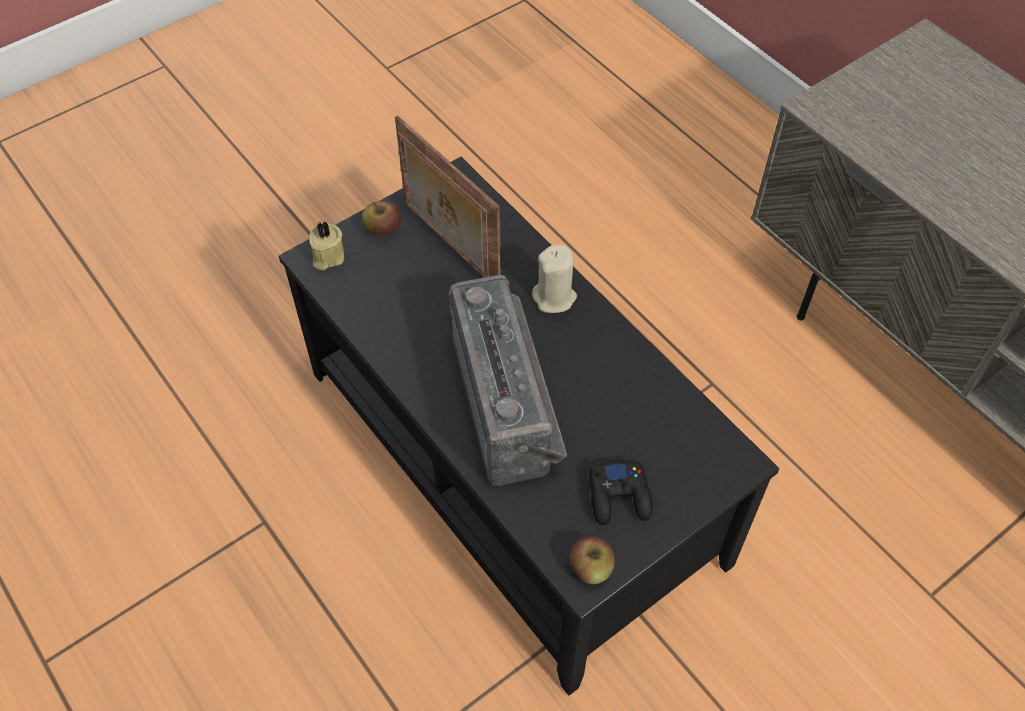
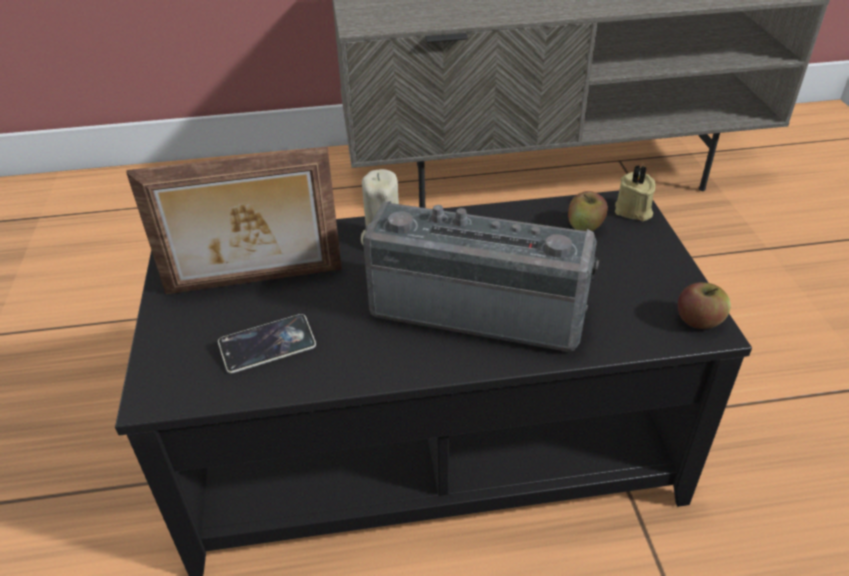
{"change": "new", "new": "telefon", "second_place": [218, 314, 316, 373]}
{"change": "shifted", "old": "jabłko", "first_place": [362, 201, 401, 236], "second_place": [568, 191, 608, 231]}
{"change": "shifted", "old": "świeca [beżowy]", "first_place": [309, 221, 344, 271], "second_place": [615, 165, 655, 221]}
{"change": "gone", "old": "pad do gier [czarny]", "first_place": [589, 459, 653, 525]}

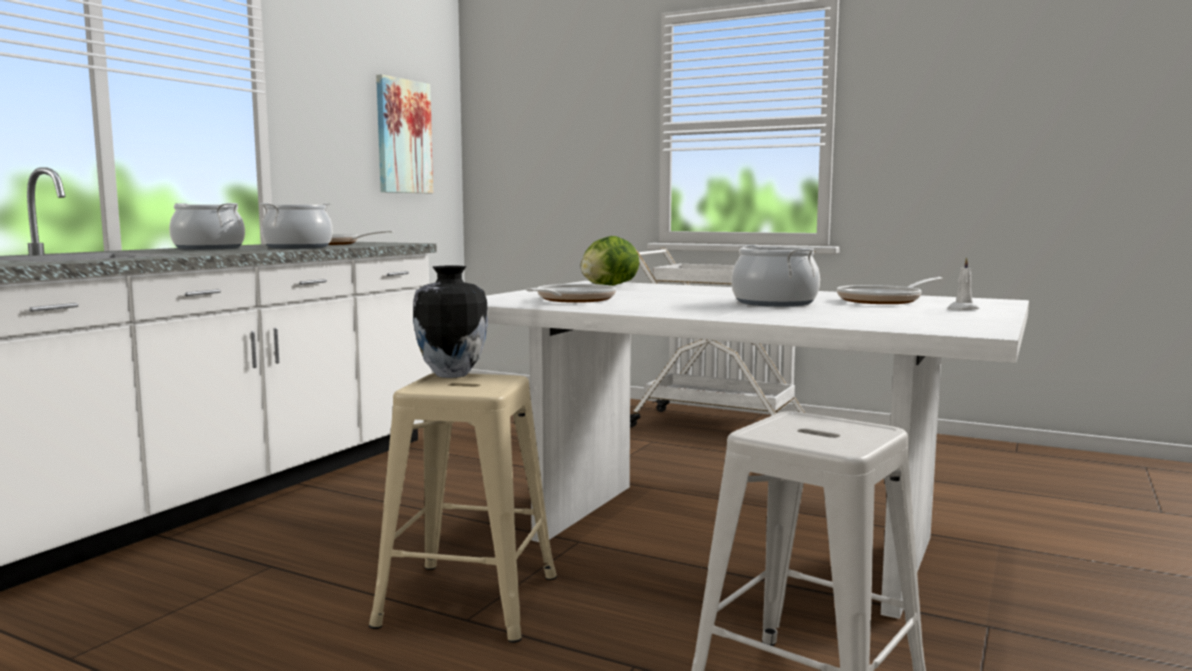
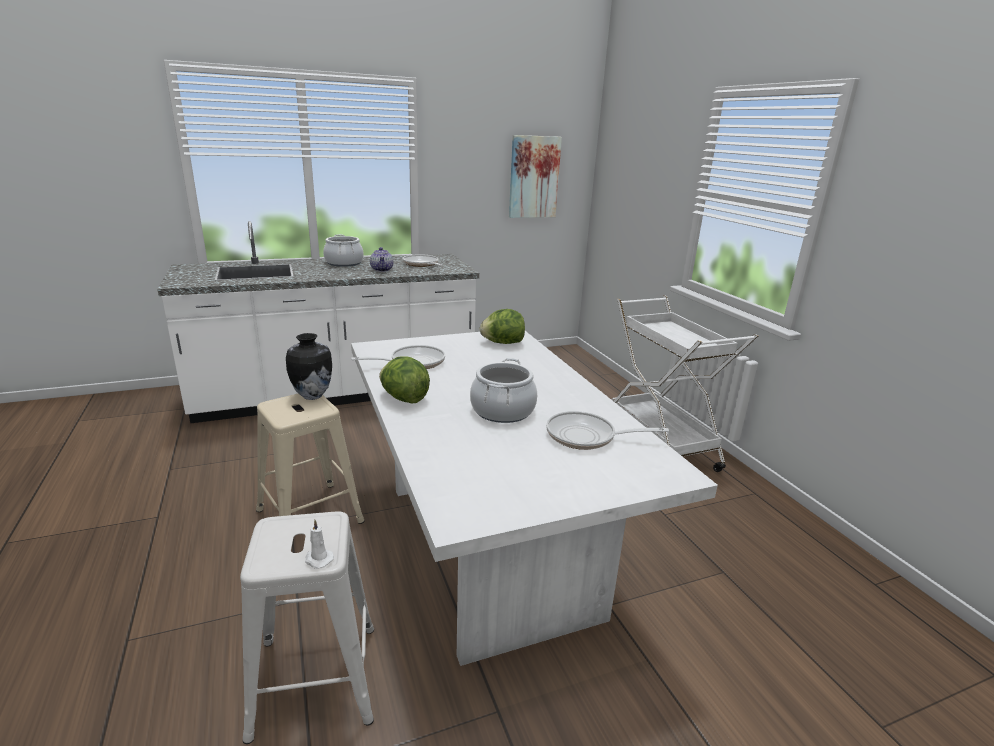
{"change": "shifted", "old": "świeca [biały]", "first_place": [947, 257, 979, 310], "second_place": [305, 520, 334, 568]}
{"change": "swapped", "old": "garnek", "new": "imbryk", "first_place": [260, 203, 333, 249], "second_place": [370, 247, 393, 272]}
{"change": "new", "new": "sałata", "second_place": [379, 357, 430, 404]}

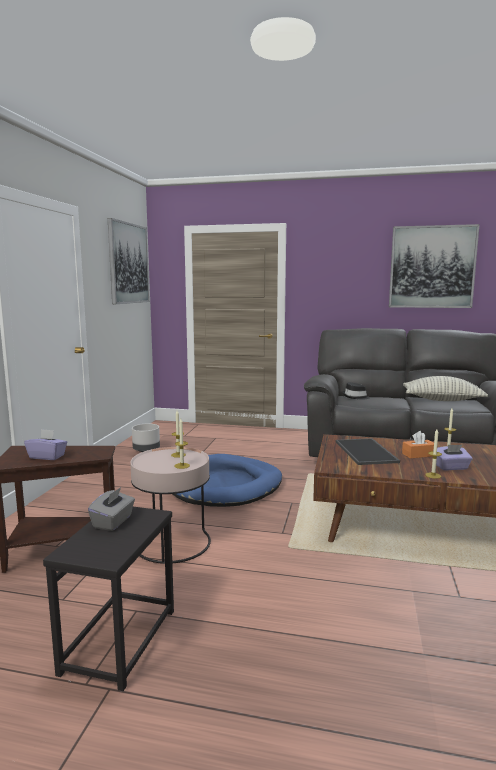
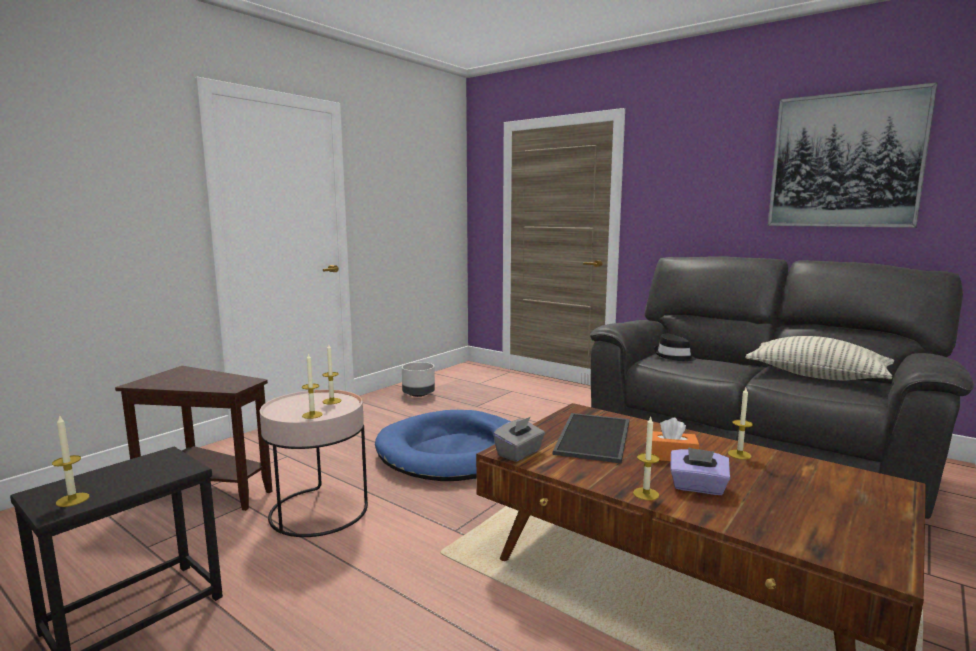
{"change": "new", "new": "świeca", "second_place": [52, 415, 89, 507]}
{"change": "shifted", "old": "pudełko chusteczek [szary]", "first_place": [88, 487, 135, 531], "second_place": [493, 417, 545, 462]}
{"change": "gone", "old": "pudełko chusteczek [fioletowy]", "first_place": [24, 429, 67, 460]}
{"change": "gone", "old": "obraz", "first_place": [108, 218, 150, 304]}

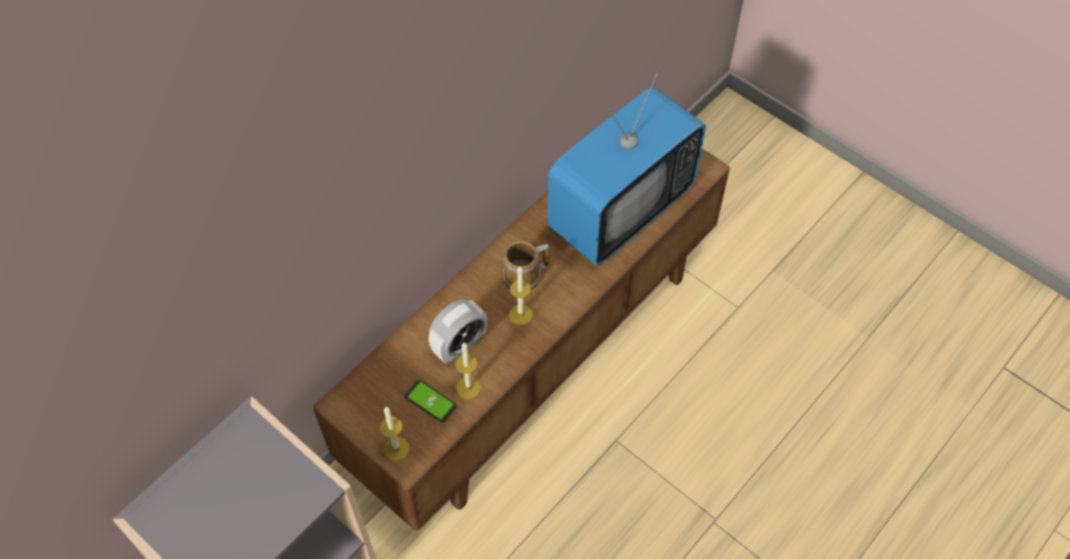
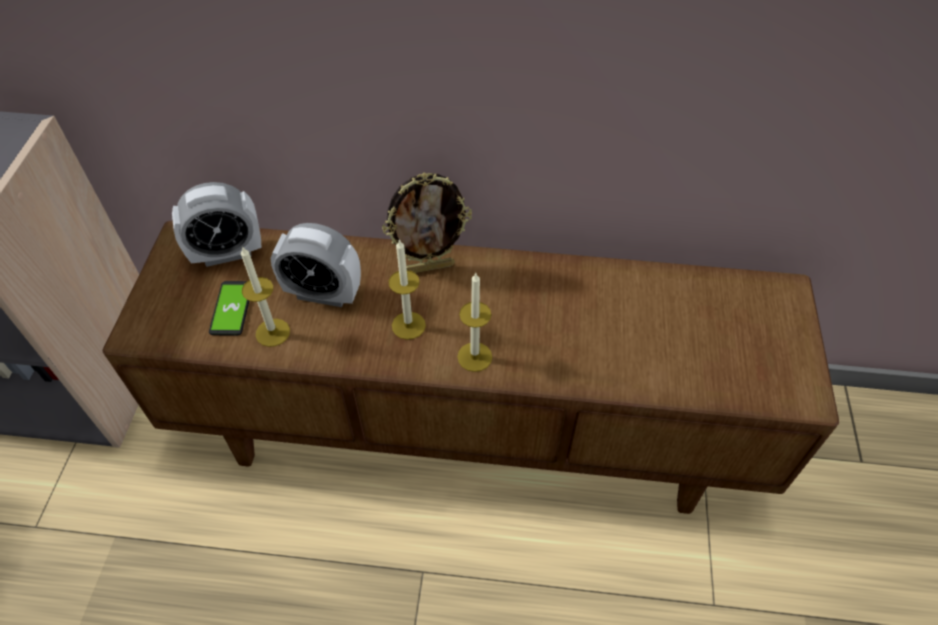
{"change": "new", "new": "budzik", "second_place": [172, 182, 262, 267]}
{"change": "new", "new": "ramka na zdjęcie", "second_place": [382, 172, 472, 273]}
{"change": "shifted", "old": "świeca", "first_place": [380, 407, 409, 461], "second_place": [457, 273, 492, 372]}
{"change": "gone", "old": "kubek", "first_place": [503, 241, 550, 290]}
{"change": "gone", "old": "telewizor", "first_place": [547, 70, 706, 266]}

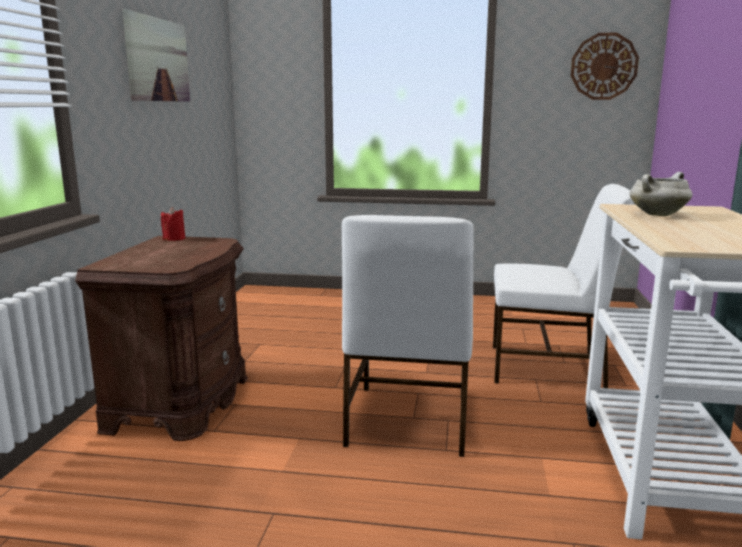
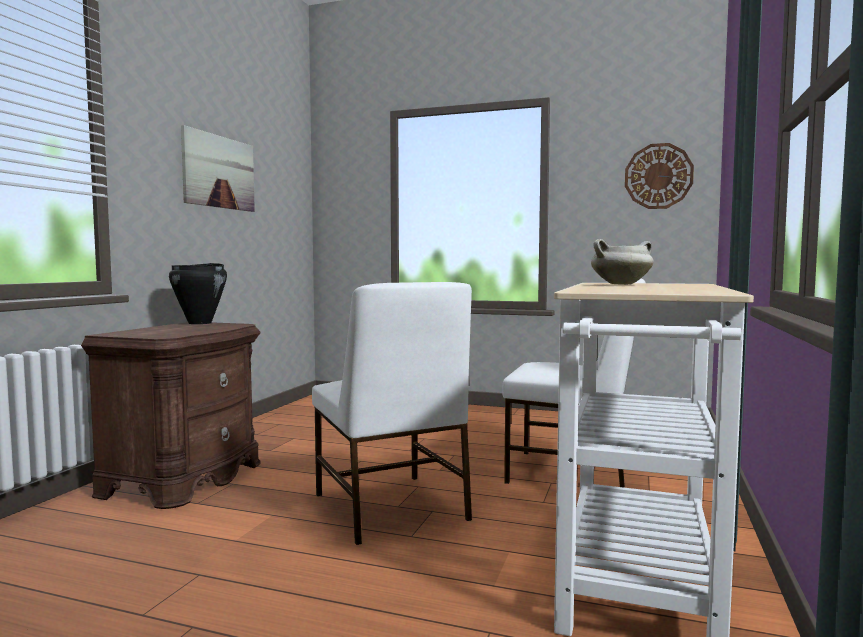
{"change": "swapped", "old": "świeca [czerwony]", "new": "garnek [czarny]", "first_place": [161, 207, 185, 241], "second_place": [169, 263, 227, 324]}
{"change": "rotated", "old": "krzesło [biały]", "first_place": [342, 215, 474, 457], "second_place": [312, 282, 472, 545], "degrees": -45}

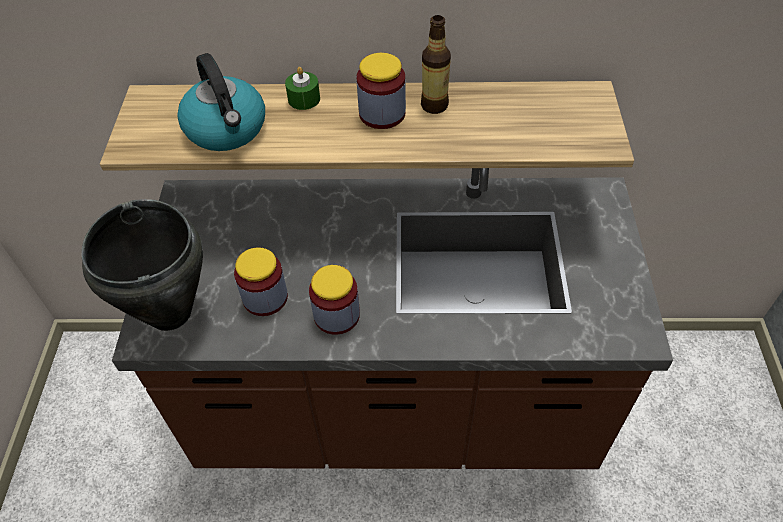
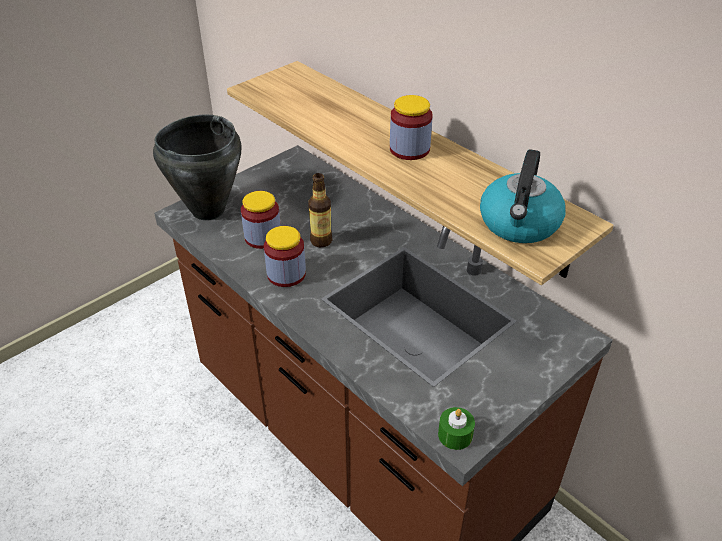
{"change": "shifted", "old": "butelka", "first_place": [421, 15, 451, 114], "second_place": [308, 173, 332, 247]}
{"change": "shifted", "old": "świeca [zielony]", "first_place": [285, 67, 320, 110], "second_place": [438, 407, 475, 450]}
{"change": "shifted", "old": "czajnik", "first_place": [177, 53, 265, 151], "second_place": [480, 149, 566, 243]}

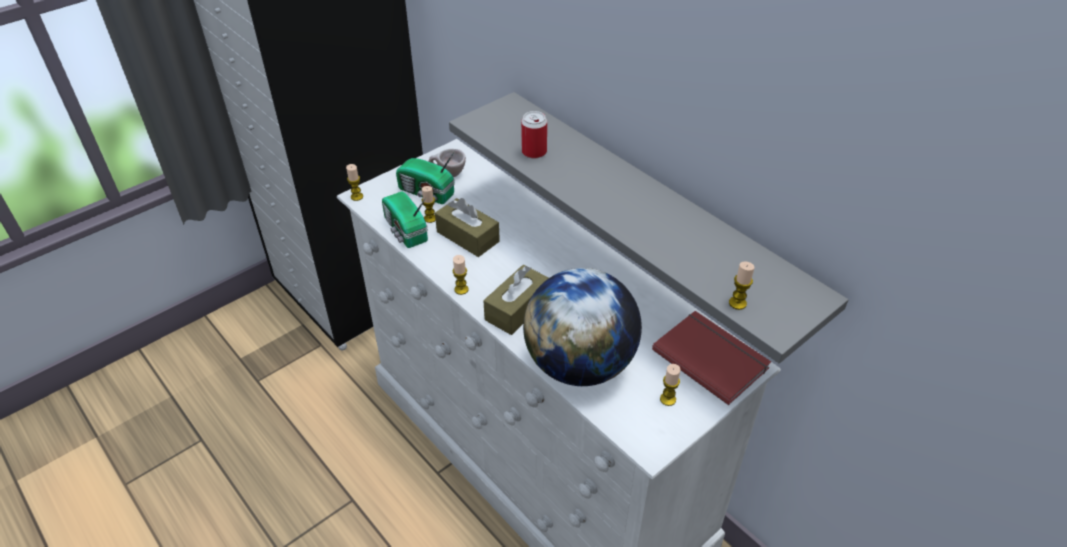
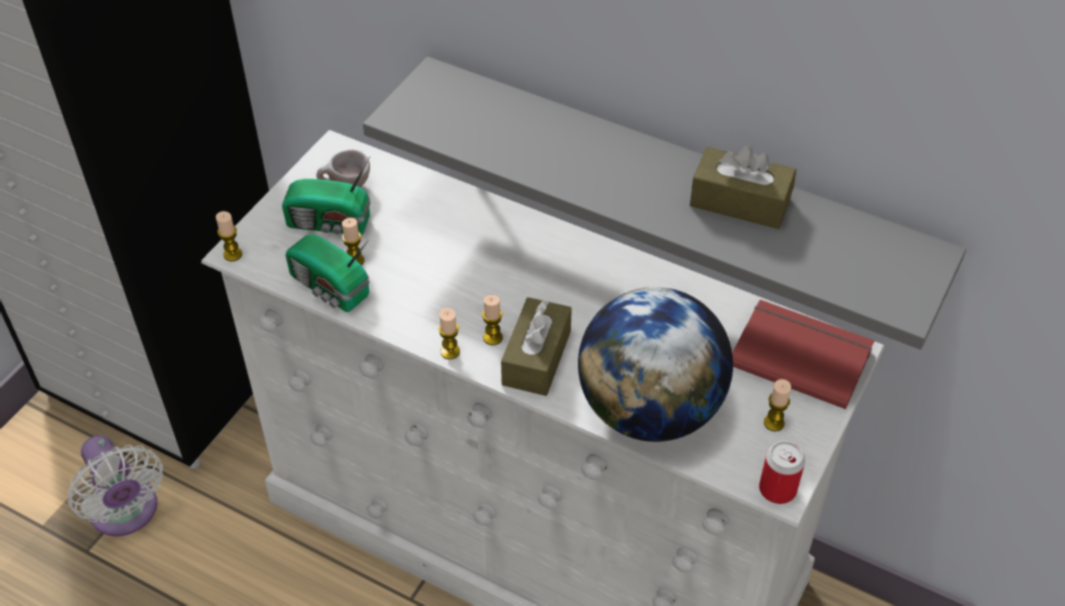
{"change": "new", "new": "wentylator [biały]", "second_place": [68, 435, 163, 536]}
{"change": "shifted", "old": "świeca", "first_place": [729, 261, 755, 310], "second_place": [482, 295, 503, 345]}
{"change": "shifted", "old": "pudełko chusteczek [brązowy]", "first_place": [435, 198, 500, 257], "second_place": [690, 145, 796, 229]}
{"change": "shifted", "old": "puszka", "first_place": [521, 111, 547, 158], "second_place": [759, 441, 805, 504]}

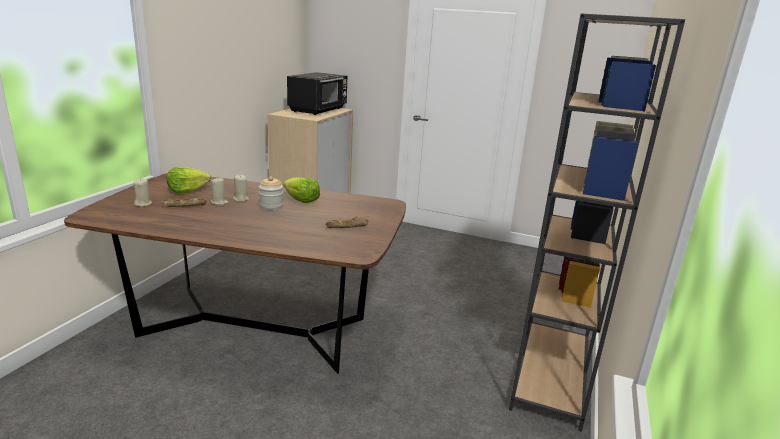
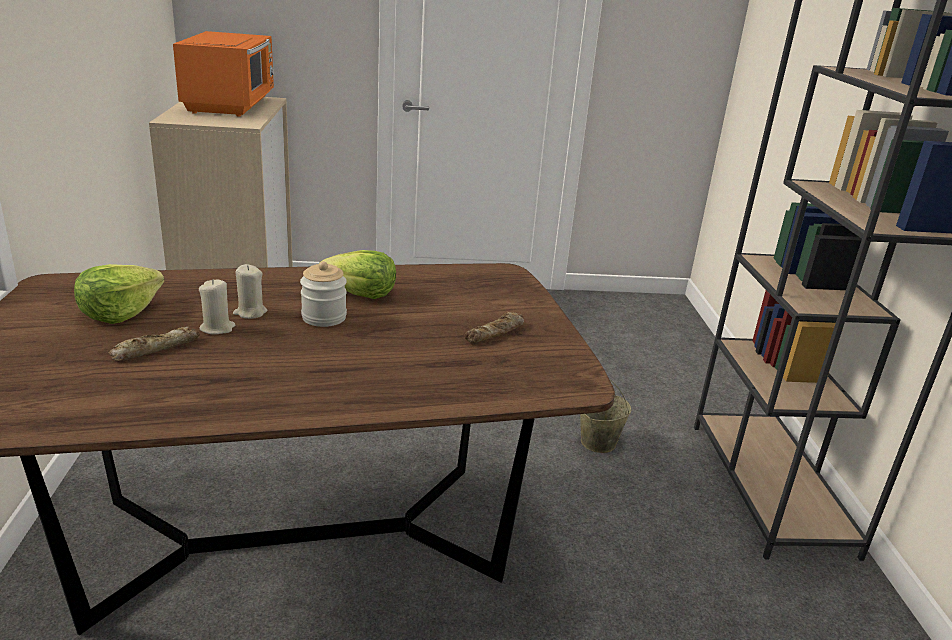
{"change": "repainted", "old": "mikrofalówka [czarny]", "new": "mikrofalówka [pomarańczowy]", "first_place": [287, 72, 347, 115], "second_place": [173, 31, 274, 117]}
{"change": "new", "new": "wiadro [beżowy]", "second_place": [580, 379, 632, 453]}
{"change": "gone", "old": "świeca [beżowy]", "first_place": [134, 178, 152, 207]}

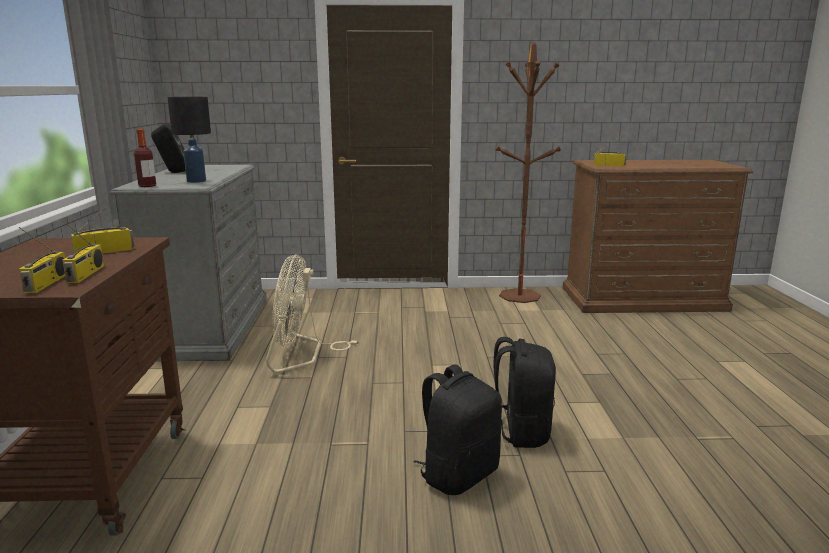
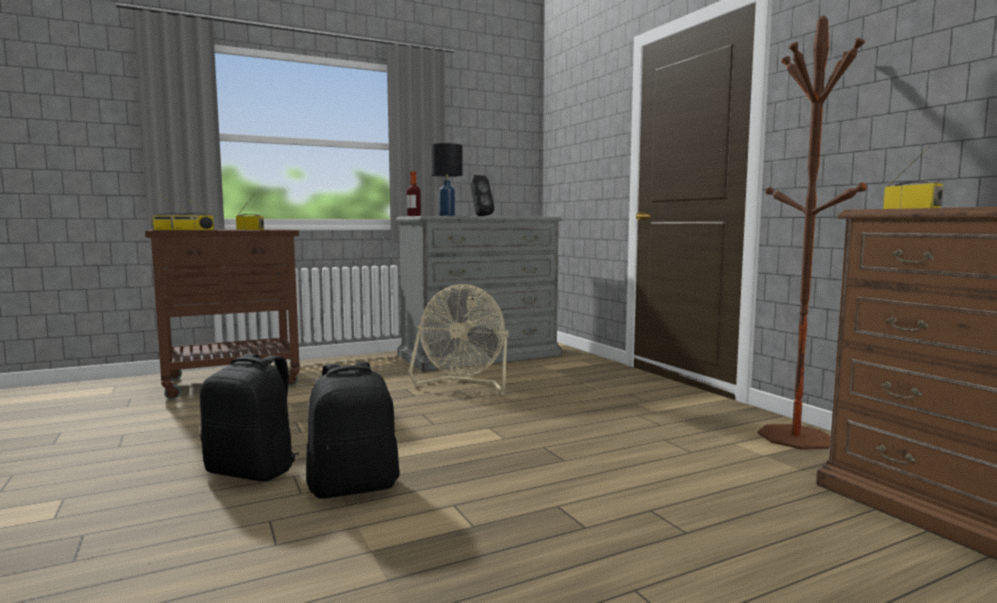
{"change": "rotated", "old": "wentylator [beżowy]", "first_place": [266, 254, 359, 376], "second_place": [409, 284, 509, 395], "degrees": -135}

